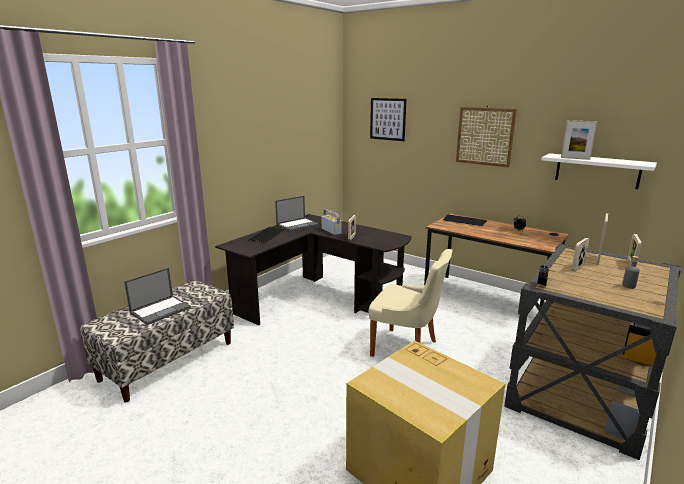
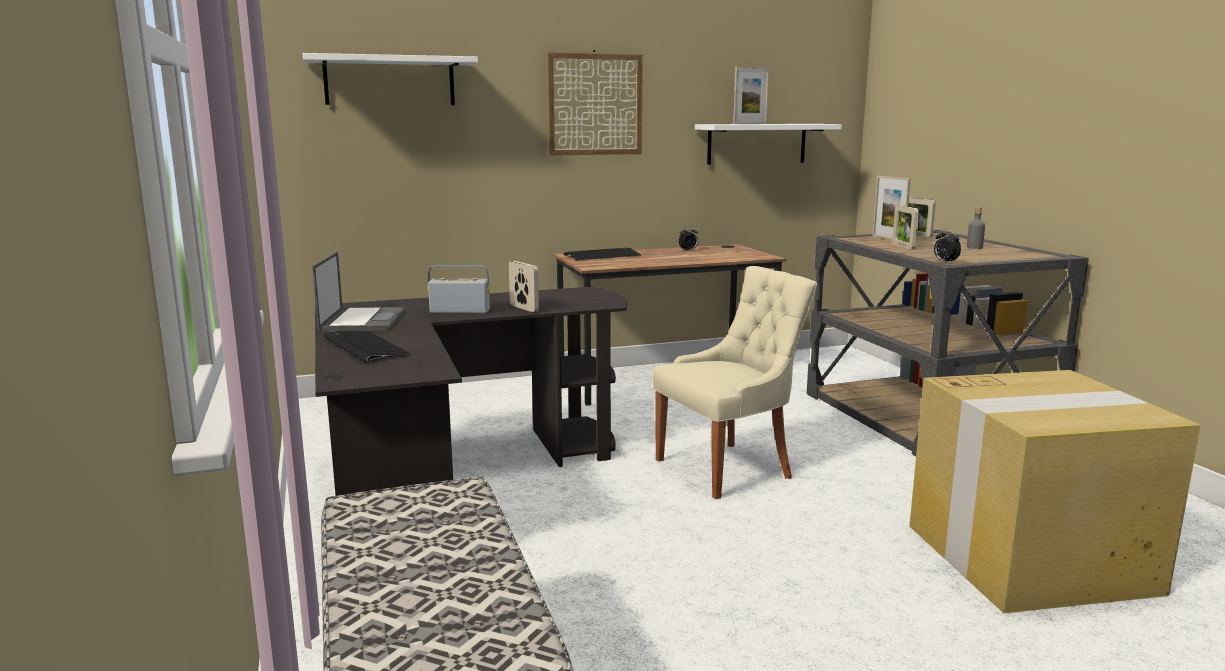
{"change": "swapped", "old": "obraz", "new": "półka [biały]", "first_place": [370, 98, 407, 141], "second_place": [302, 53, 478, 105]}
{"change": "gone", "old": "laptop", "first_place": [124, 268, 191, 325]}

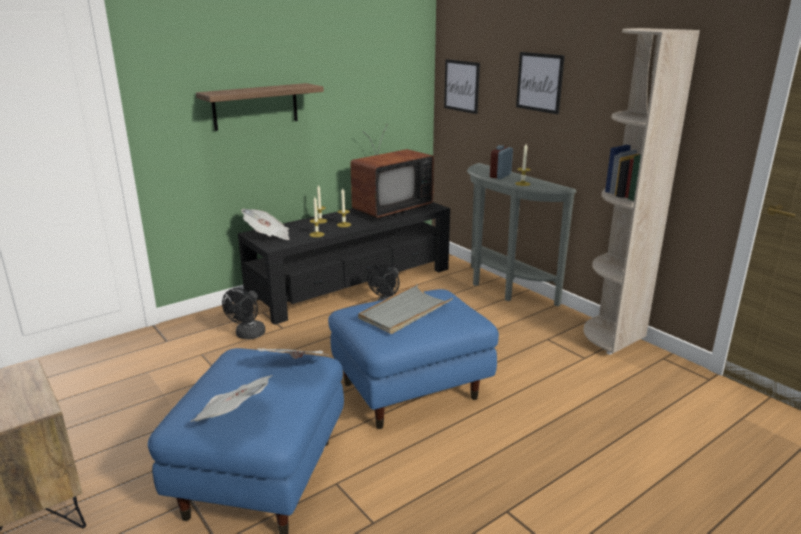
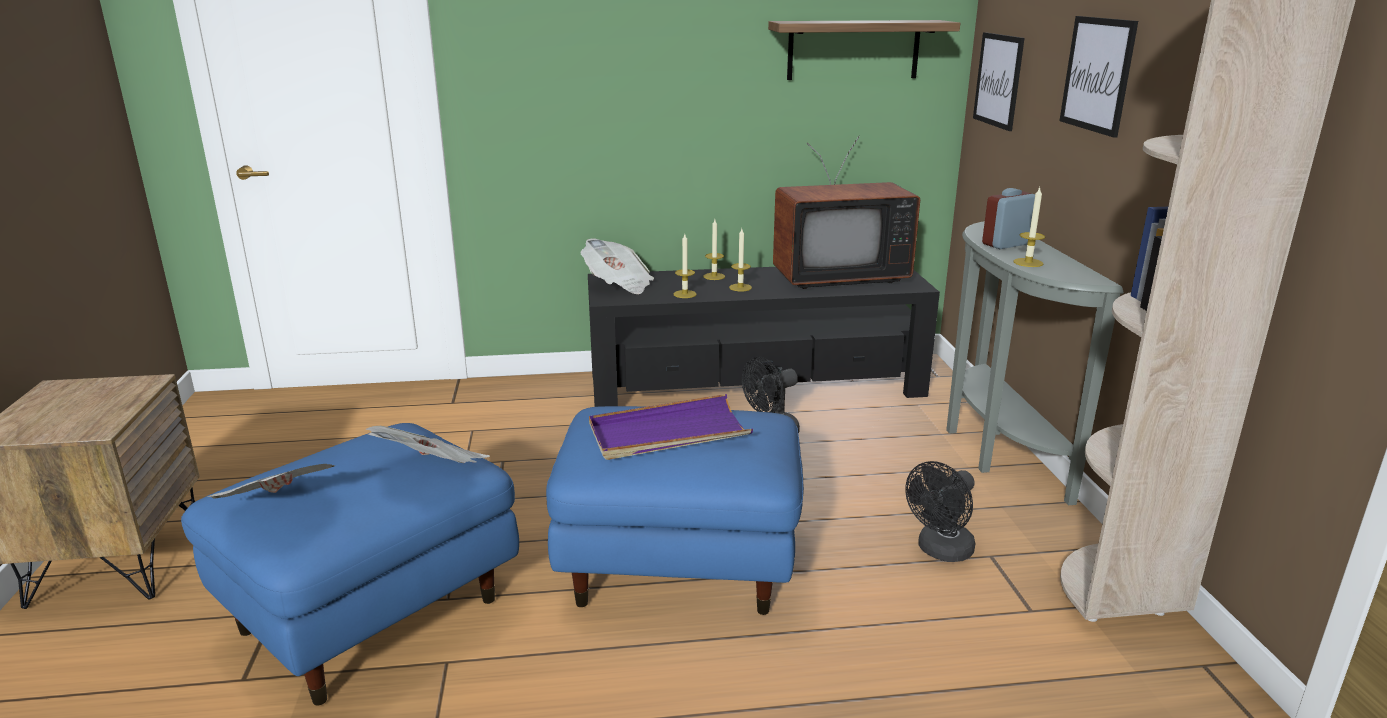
{"change": "repainted", "old": "taca [szary]", "new": "taca [fioletowy]", "first_place": [358, 284, 453, 334], "second_place": [589, 394, 753, 460]}
{"change": "shifted", "old": "półka", "first_place": [196, 83, 324, 131], "second_place": [768, 20, 960, 80]}
{"change": "shifted", "old": "wentylator [czarny]", "first_place": [222, 288, 265, 339], "second_place": [905, 461, 975, 562]}

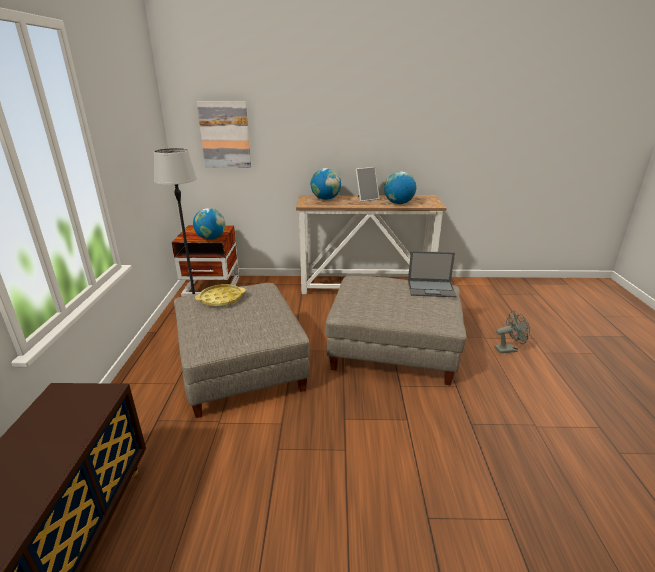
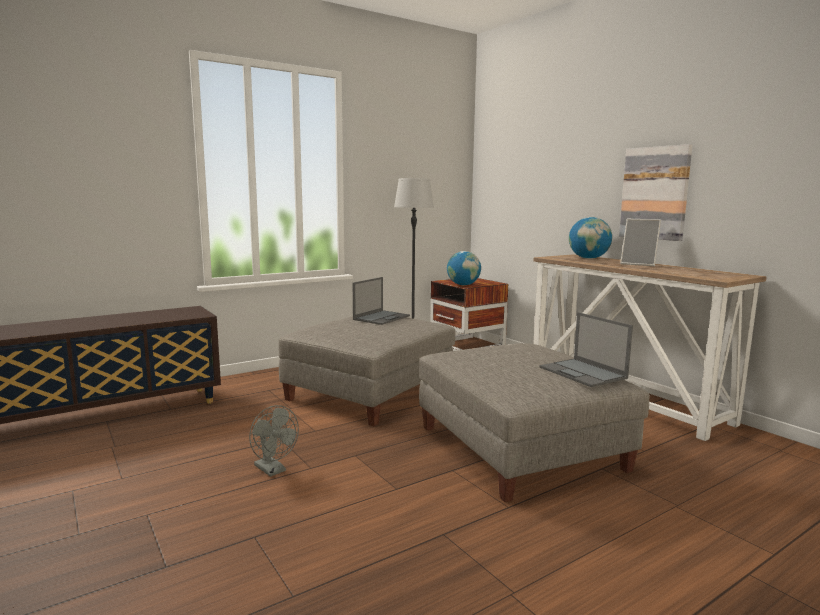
{"change": "shifted", "old": "wentylator [szary]", "first_place": [494, 311, 530, 353], "second_place": [249, 405, 299, 477]}
{"change": "swapped", "old": "taca [żółty]", "new": "laptop", "first_place": [195, 284, 246, 307], "second_place": [353, 277, 410, 325]}
{"change": "shifted", "old": "obraz", "first_place": [197, 101, 251, 168], "second_place": [619, 144, 692, 241]}
{"change": "gone", "old": "globus", "first_place": [384, 171, 416, 204]}

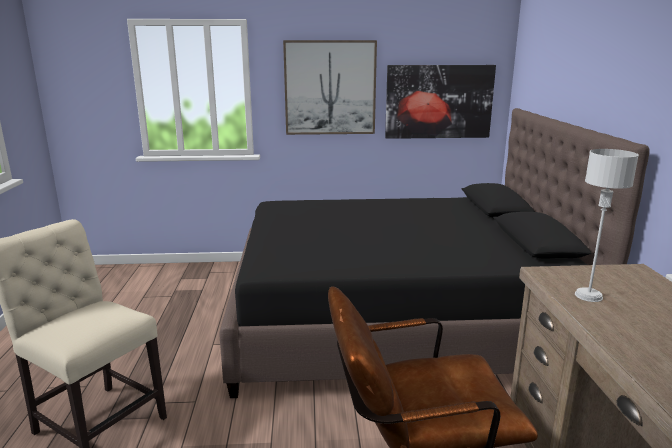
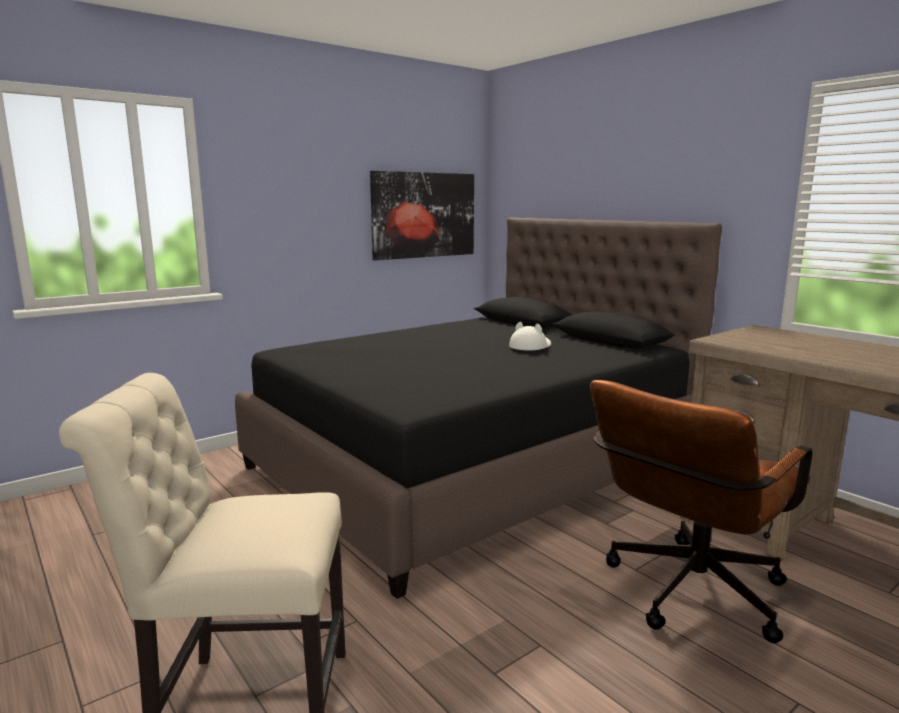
{"change": "new", "new": "kapelusz [biały]", "second_place": [509, 322, 551, 351]}
{"change": "gone", "old": "obraz", "first_place": [283, 40, 377, 135]}
{"change": "gone", "old": "lampa stołowa [szary]", "first_place": [575, 149, 639, 302]}

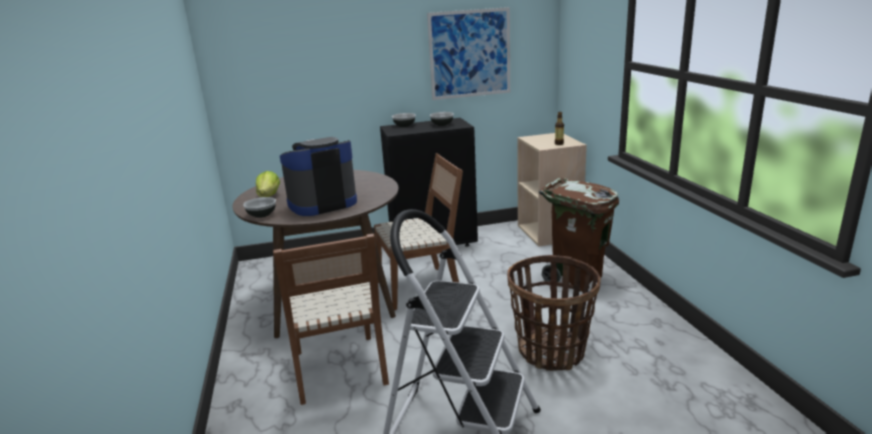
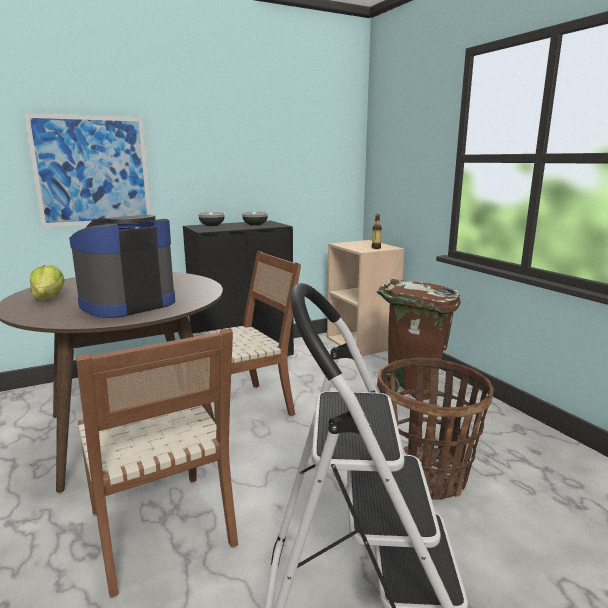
{"change": "shifted", "old": "obraz", "first_place": [427, 7, 510, 100], "second_place": [24, 113, 151, 228]}
{"change": "gone", "old": "miska", "first_place": [243, 197, 276, 218]}

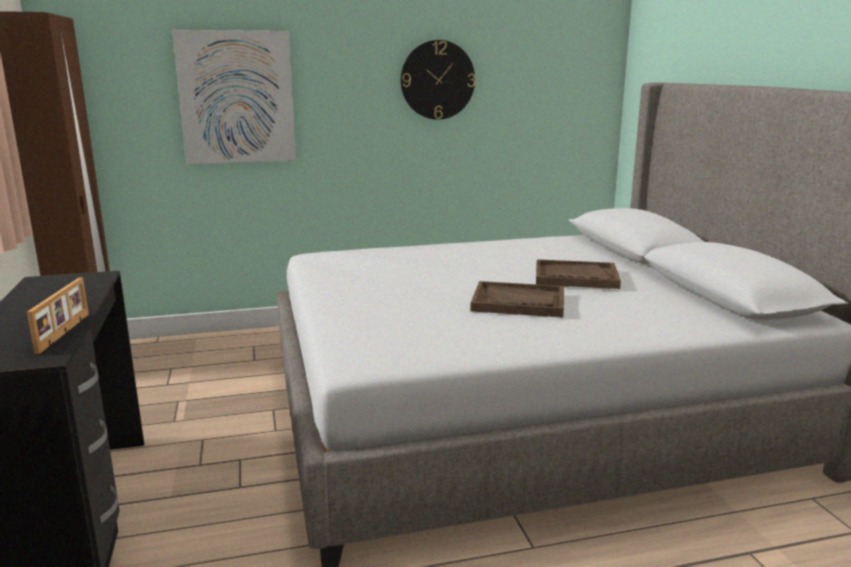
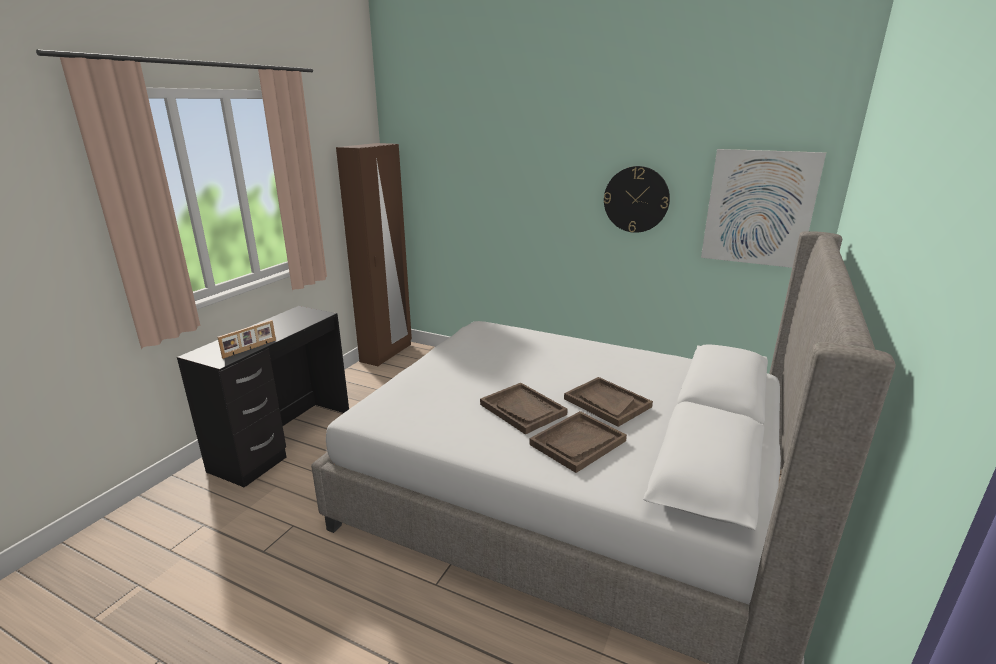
{"change": "new", "new": "taca [brązowy]", "second_place": [529, 411, 627, 473]}
{"change": "shifted", "old": "obraz", "first_place": [172, 30, 296, 164], "second_place": [701, 149, 826, 268]}

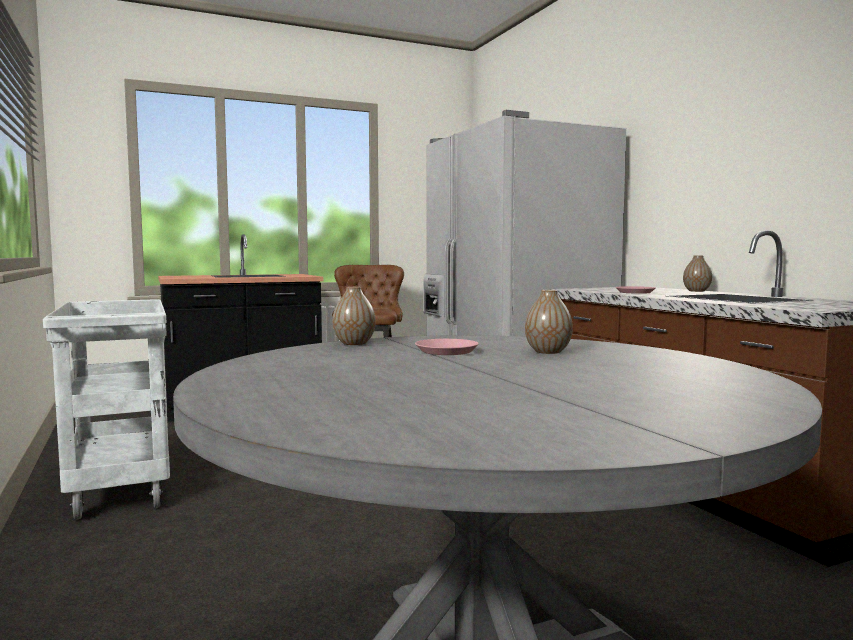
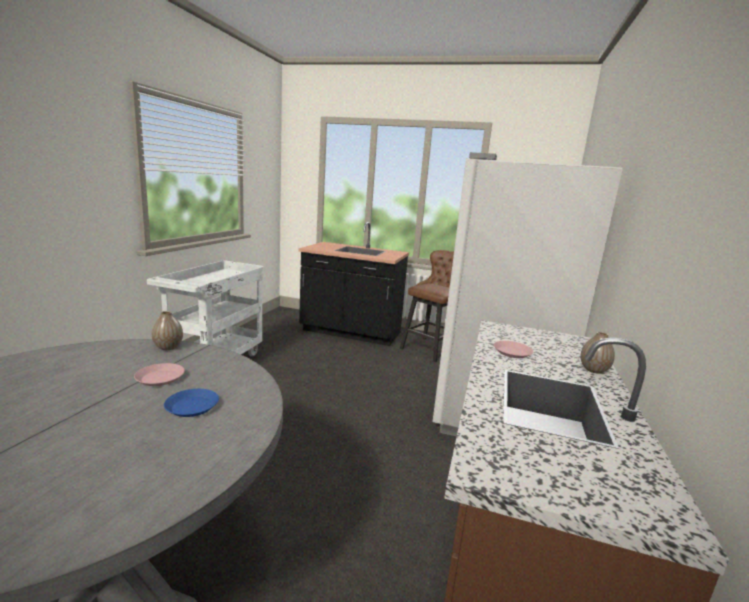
{"change": "swapped", "old": "wazon", "new": "talerz [niebieski]", "first_place": [525, 290, 573, 354], "second_place": [164, 389, 219, 417]}

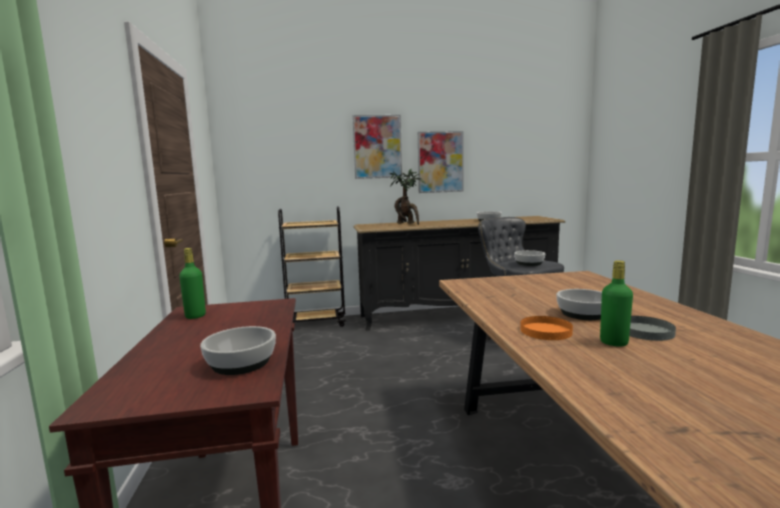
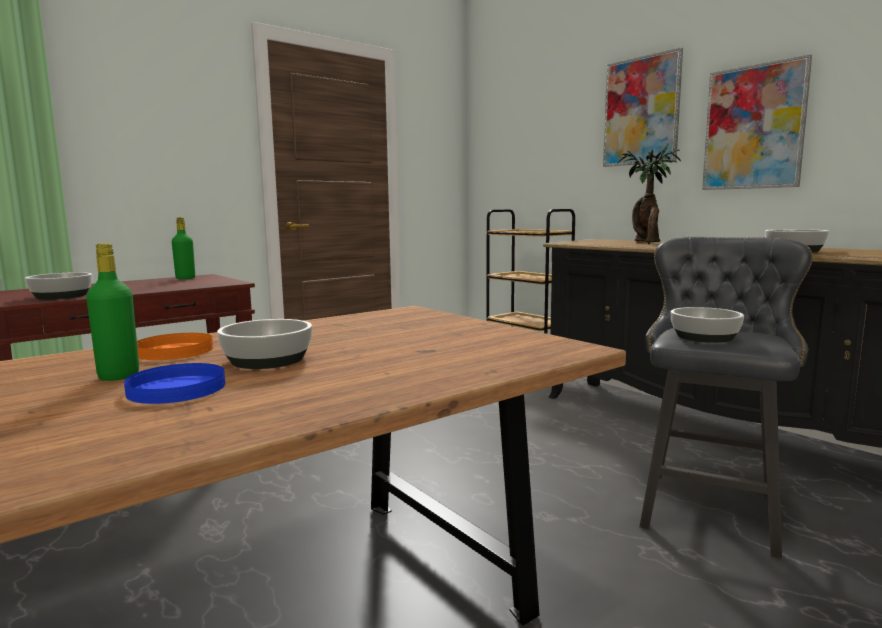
{"change": "repainted", "old": "talerz [szary]", "new": "talerz [niebieski]", "first_place": [629, 316, 676, 341], "second_place": [124, 363, 225, 404]}

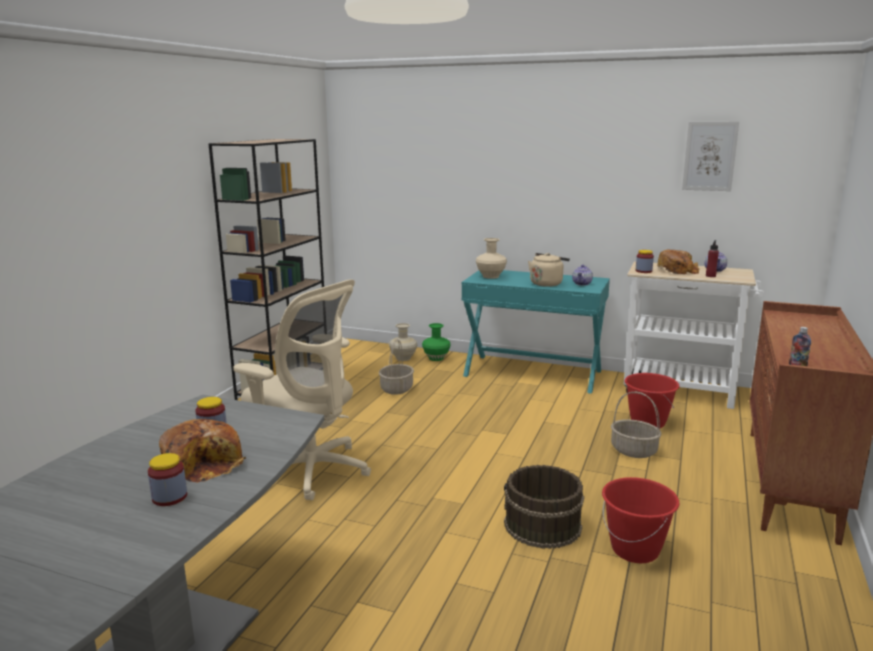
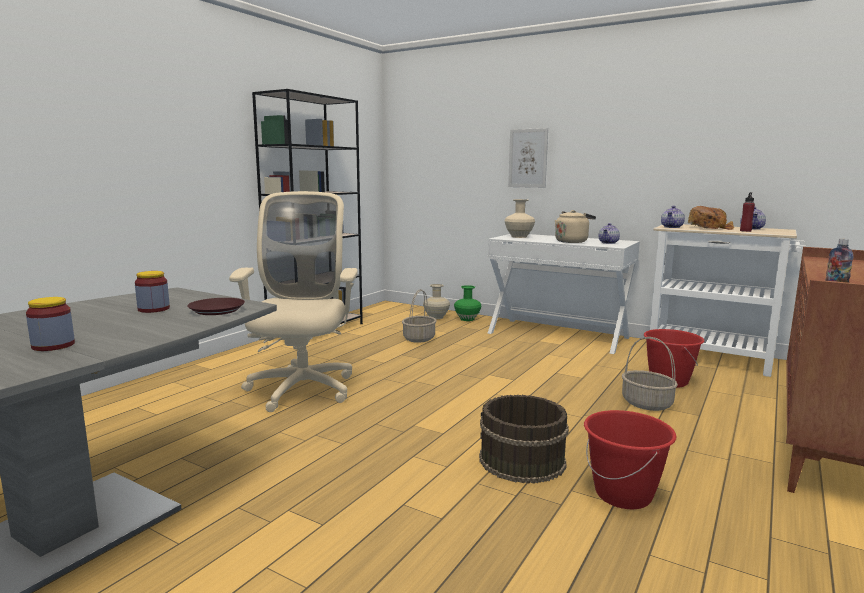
{"change": "new", "new": "talerz [brązowy]", "second_place": [187, 298, 245, 315]}
{"change": "rotated", "old": "krzesło biurowe [beżowy]", "first_place": [233, 279, 371, 500], "second_place": [229, 191, 358, 412], "degrees": -135}
{"change": "repainted", "old": "stolik konsolowy [turkusowy]", "new": "stolik konsolowy [biały]", "first_place": [462, 270, 610, 394], "second_place": [487, 234, 640, 354]}
{"change": "shifted", "old": "obraz", "first_place": [682, 122, 739, 191], "second_place": [508, 128, 548, 188]}
{"change": "swapped", "old": "słoik", "new": "imbryk", "first_place": [636, 250, 654, 273], "second_place": [661, 206, 685, 228]}
{"change": "gone", "old": "chleb", "first_place": [159, 419, 246, 483]}

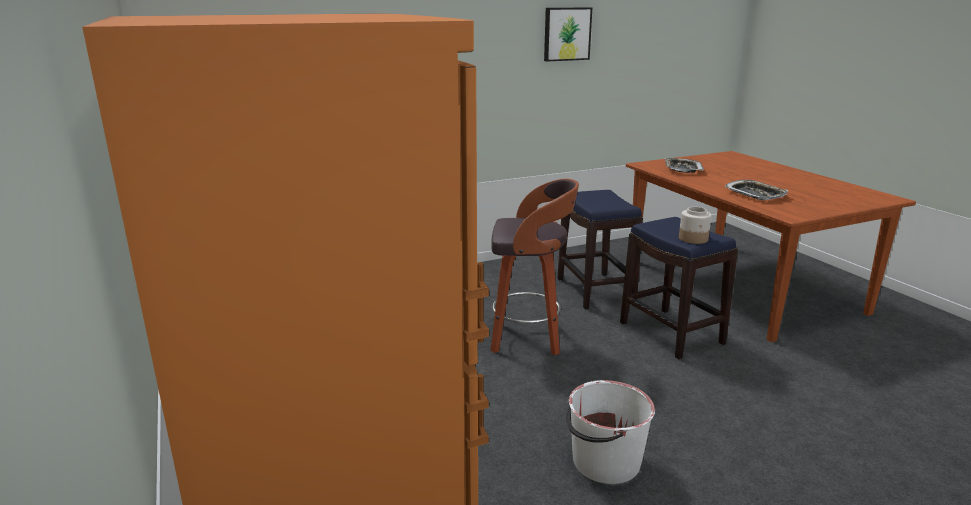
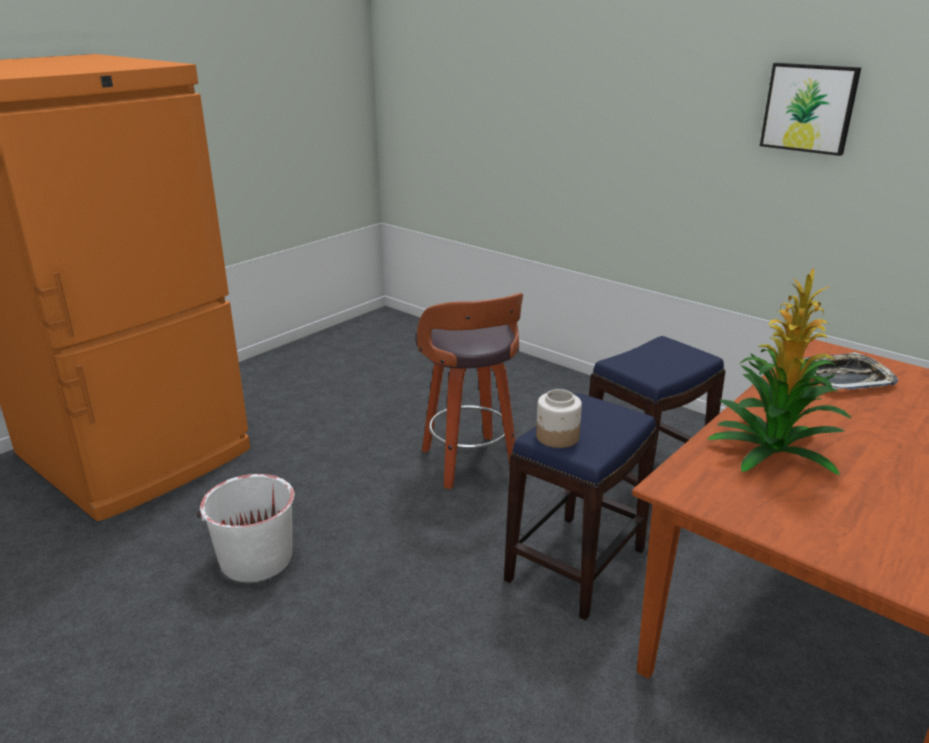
{"change": "swapped", "old": "taca", "new": "roślina doniczkowa", "first_place": [725, 180, 788, 200], "second_place": [707, 268, 852, 475]}

